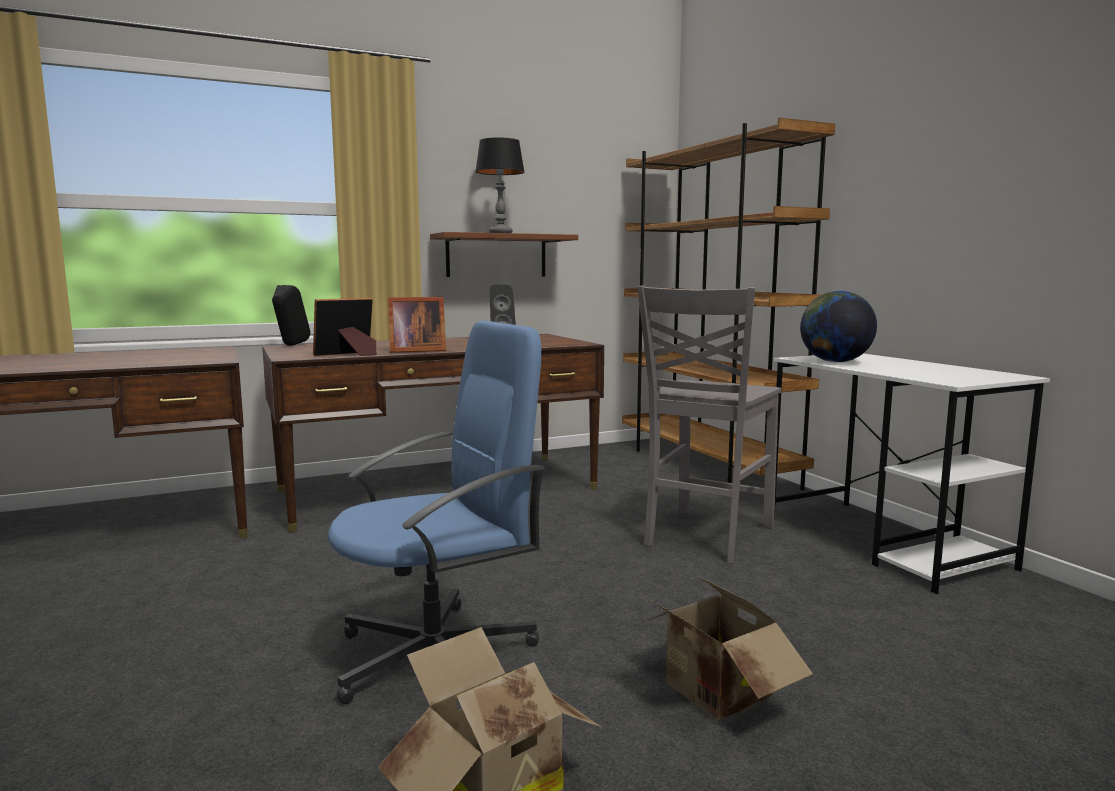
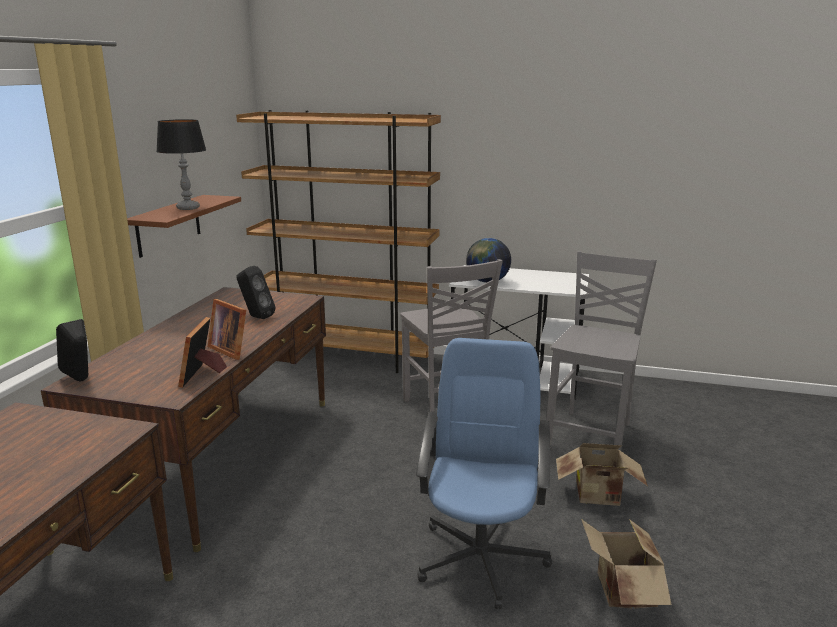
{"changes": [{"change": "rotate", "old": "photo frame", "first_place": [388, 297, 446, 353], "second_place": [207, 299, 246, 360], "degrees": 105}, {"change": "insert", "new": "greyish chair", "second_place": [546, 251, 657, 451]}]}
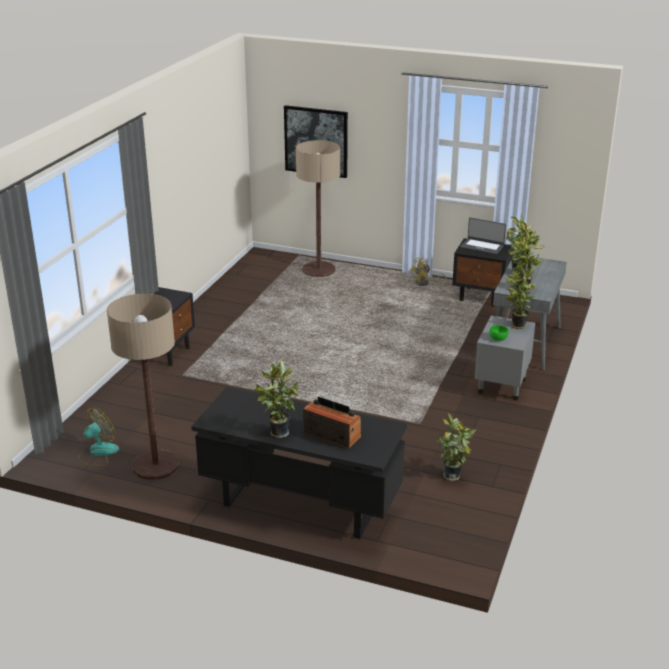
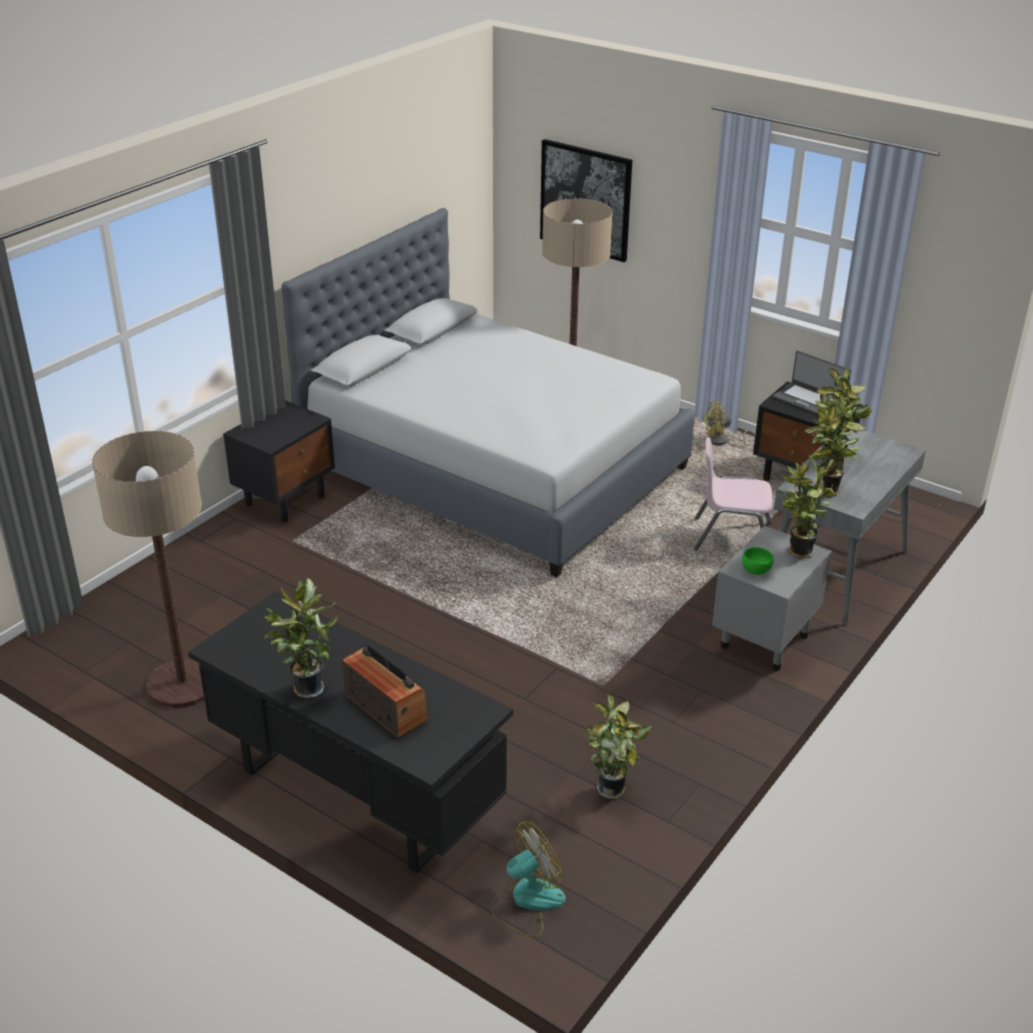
{"changes": [{"change": "move", "old": "fan", "first_place": [78, 408, 119, 466], "second_place": [490, 822, 566, 937]}, {"change": "insert", "new": "greyish sleeping bed", "second_place": [281, 208, 695, 577]}, {"change": "insert", "new": "pinkish chair", "second_place": [694, 437, 773, 551]}]}
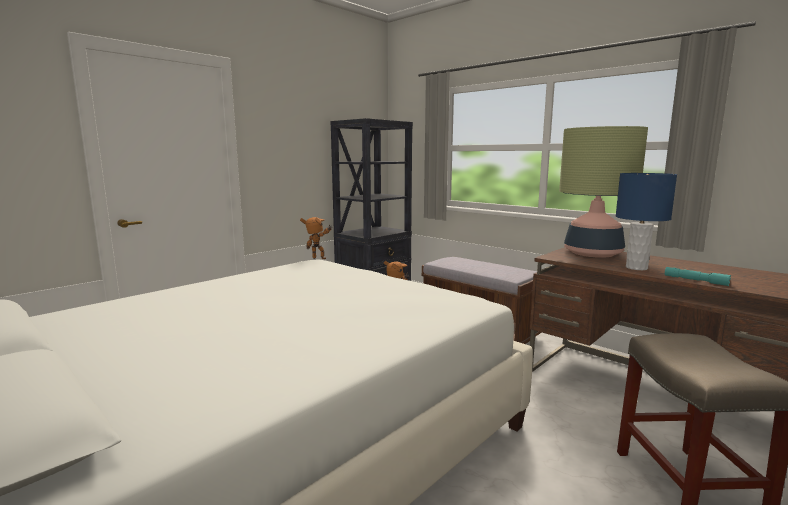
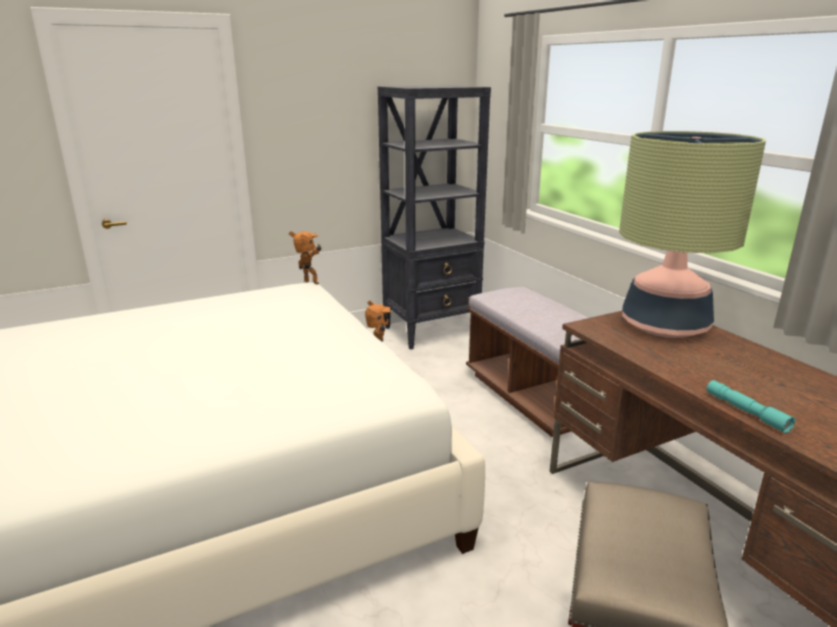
{"changes": [{"change": "delete", "old": "bluish lamp for a table", "first_place": [616, 173, 677, 270]}]}
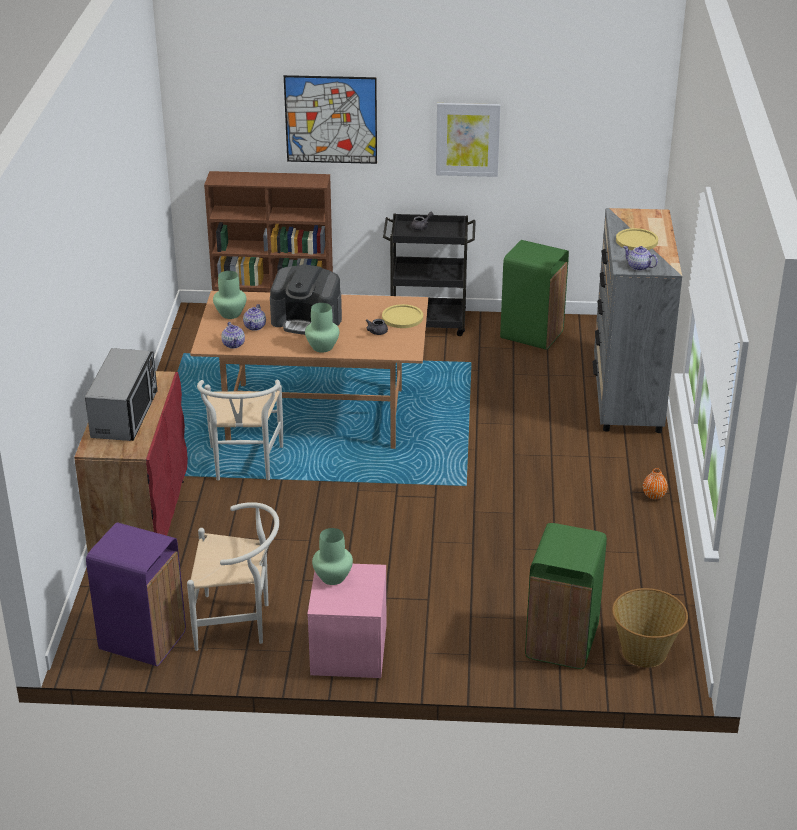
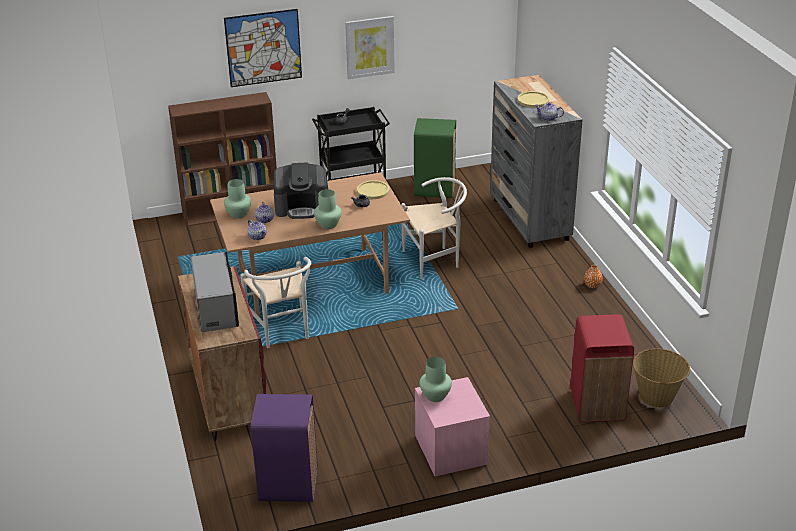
{"changes": [{"change": "move", "old": "whitish chair", "first_place": [187, 502, 279, 651], "second_place": [401, 177, 467, 279]}, {"change": "recolor", "old": "green trash can", "new": "red trash can", "first_place": [525, 523, 607, 669], "second_place": [570, 314, 634, 422]}]}
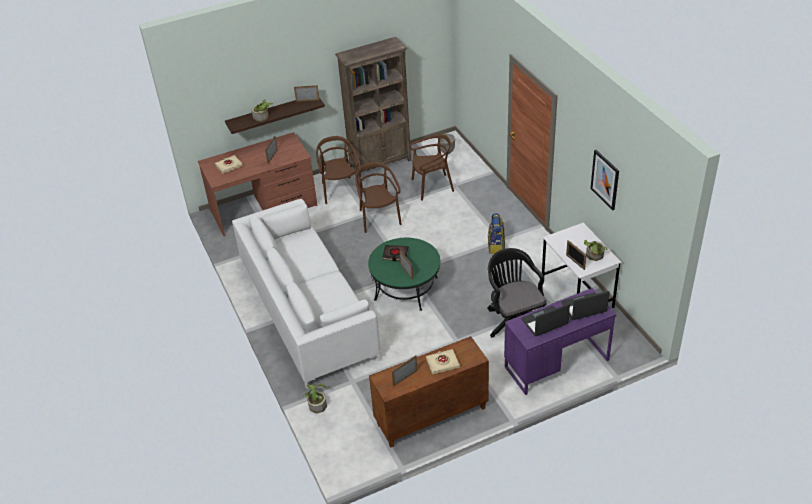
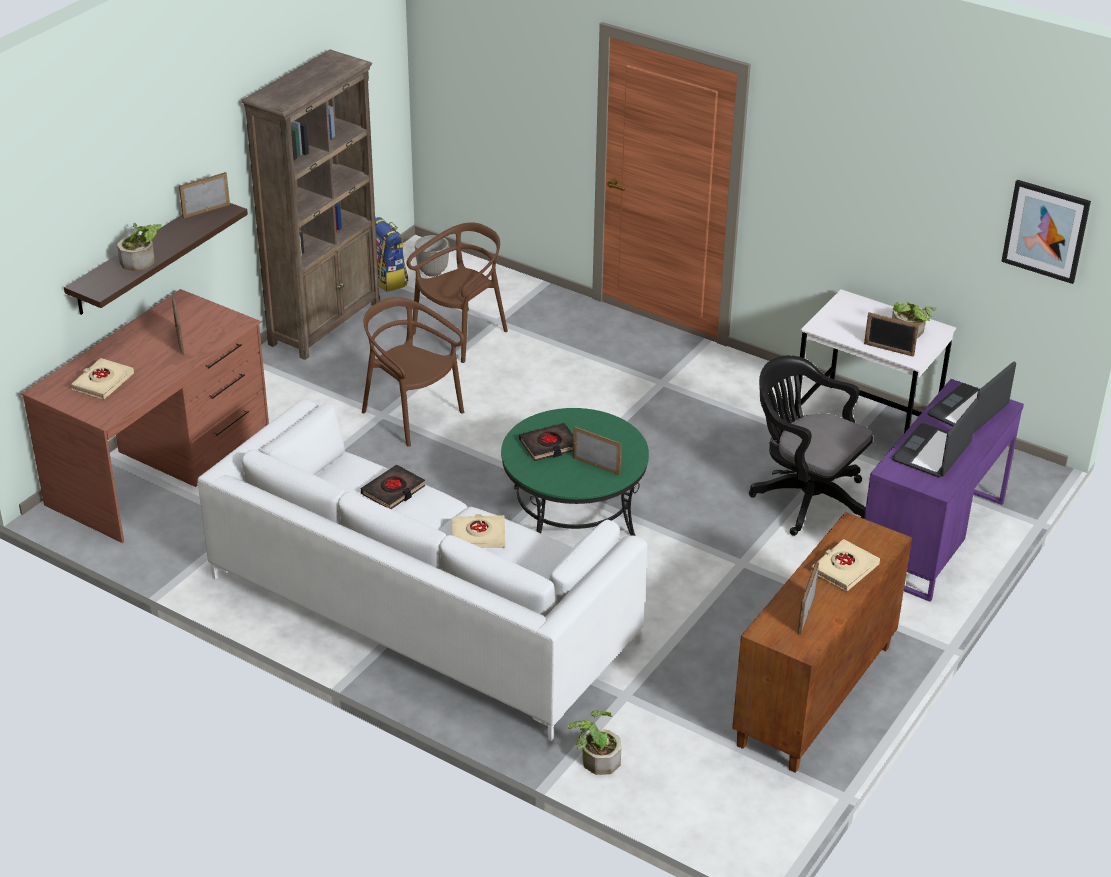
{"changes": [{"change": "delete", "old": "brownish chair", "first_place": [316, 136, 359, 204]}, {"change": "move", "old": "backpack", "first_place": [488, 213, 505, 254], "second_place": [375, 217, 408, 292]}, {"change": "move", "old": "wall picture", "first_place": [590, 150, 619, 210], "second_place": [1001, 180, 1091, 284]}, {"change": "insert", "new": "black book", "second_place": [361, 464, 425, 509]}, {"change": "insert", "new": "sand-coloured book", "second_place": [452, 514, 506, 548]}]}
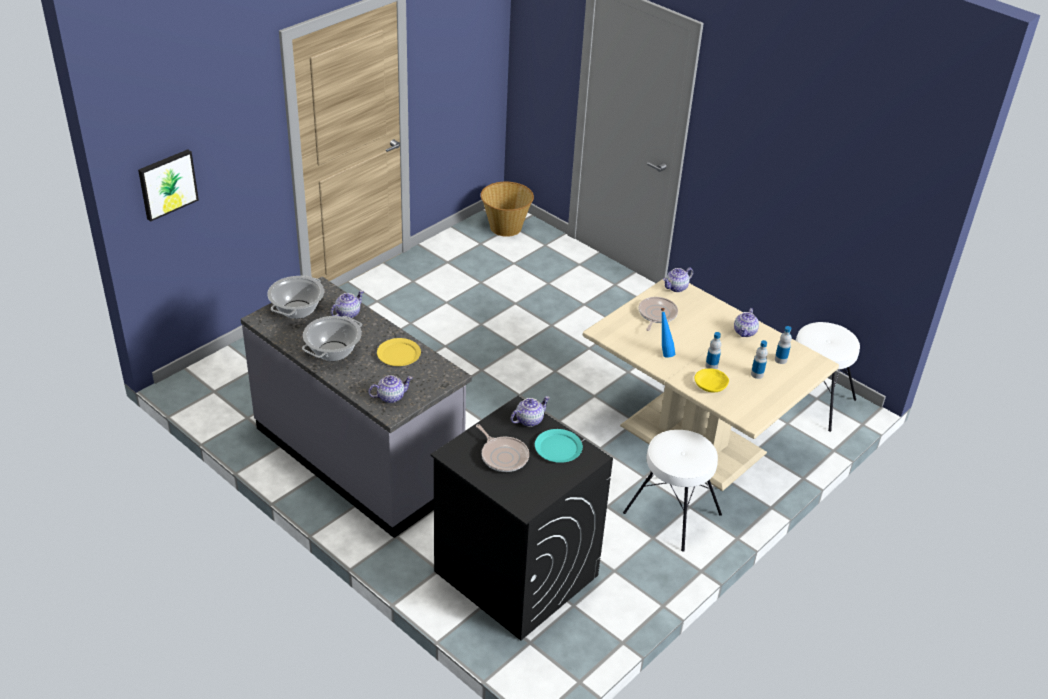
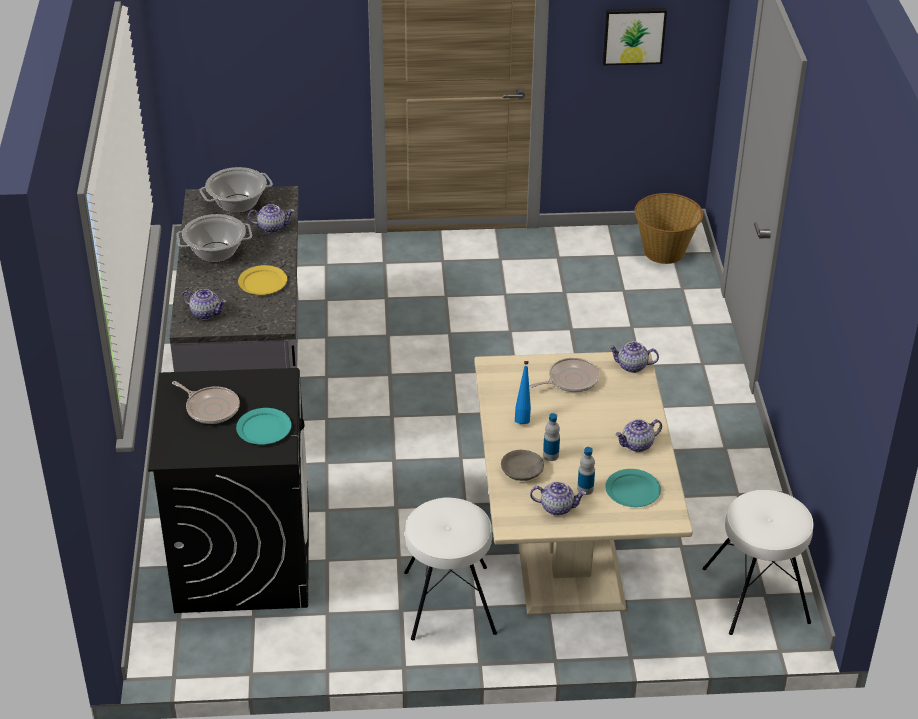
{"changes": [{"change": "move", "old": "wall picture", "first_place": [138, 150, 199, 222], "second_place": [603, 8, 667, 65]}, {"change": "rotate", "old": "pan", "first_place": [476, 424, 529, 472], "second_place": [172, 381, 240, 424], "degrees": -60}, {"change": "move", "old": "pot for tea", "first_place": [510, 396, 550, 427], "second_place": [530, 481, 586, 516]}, {"change": "recolor", "old": "yellowish serving bowl", "new": "greyish serving bowl", "first_place": [695, 368, 729, 393], "second_place": [501, 450, 544, 481]}, {"change": "replace", "old": "drink bottle", "new": "turquoise plate", "first_place": [775, 326, 792, 364], "second_place": [605, 469, 661, 507]}]}
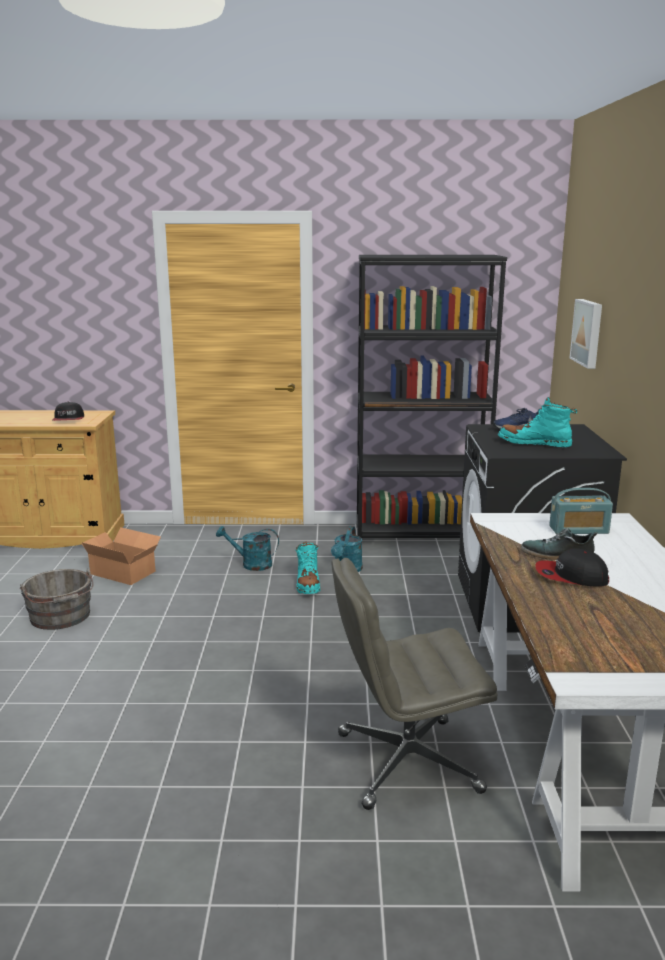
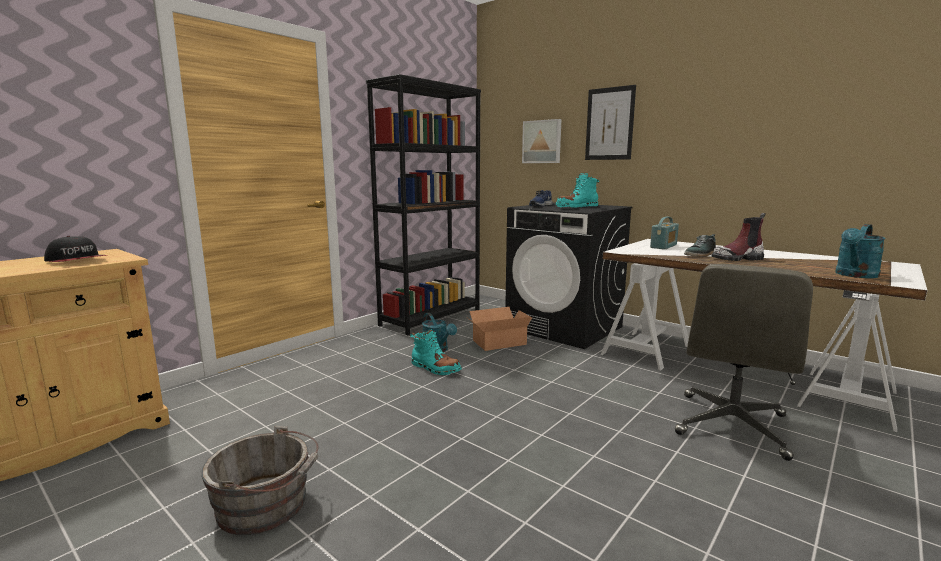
{"changes": [{"change": "move", "old": "cardboard box", "first_place": [81, 528, 161, 585], "second_place": [468, 307, 532, 351]}, {"change": "move", "old": "turquoise watering can", "first_place": [216, 526, 279, 571], "second_place": [835, 224, 886, 278]}, {"change": "replace", "old": "baseball cap", "new": "high-top boot", "first_place": [535, 548, 609, 587], "second_place": [712, 213, 766, 261]}, {"change": "insert", "new": "wall picture", "second_place": [585, 85, 636, 160]}]}
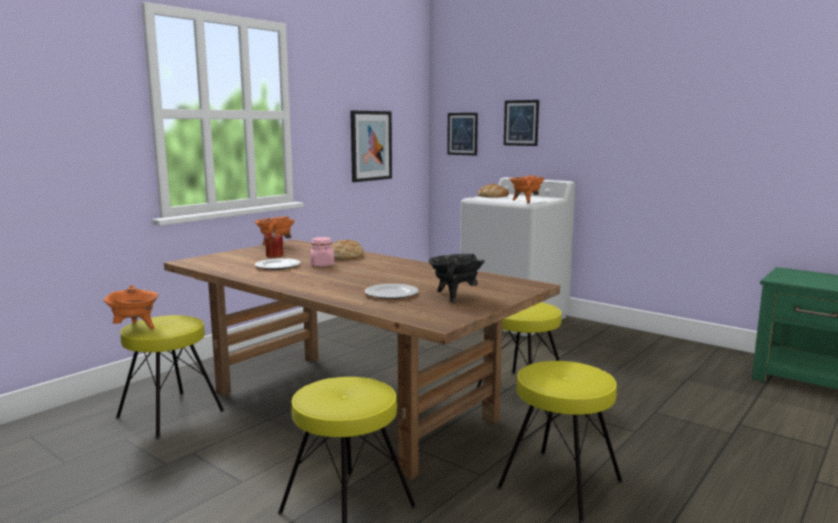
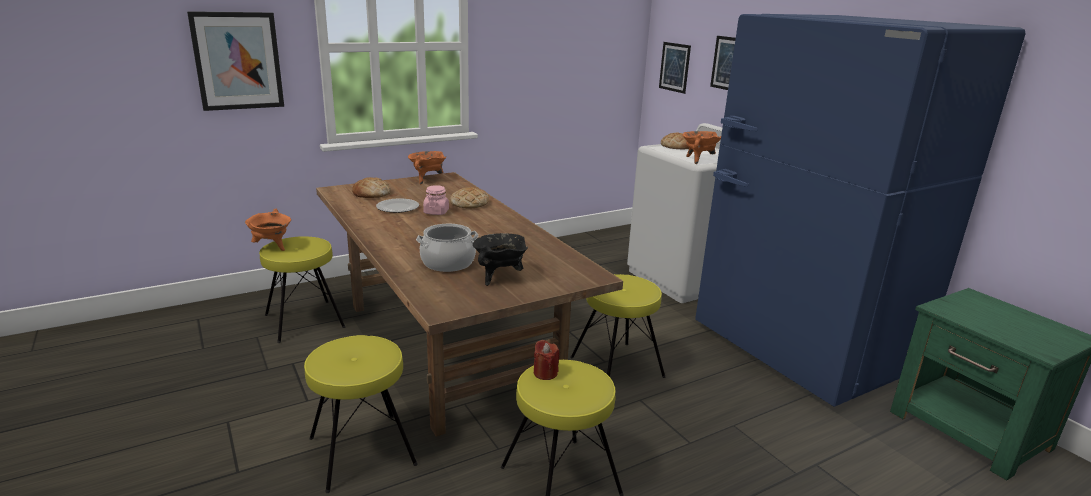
{"changes": [{"change": "move", "old": "red wax light", "first_place": [265, 231, 283, 258], "second_place": [534, 340, 559, 380]}, {"change": "move", "old": "wall picture", "first_place": [350, 111, 392, 182], "second_place": [187, 11, 284, 111]}, {"change": "replace", "old": "plate", "new": "saucepot", "first_place": [365, 284, 419, 299], "second_place": [416, 224, 478, 272]}, {"change": "insert", "new": "baked bread", "second_place": [352, 177, 391, 198]}, {"change": "insert", "new": "bluish fridge", "second_place": [695, 14, 1026, 407]}]}
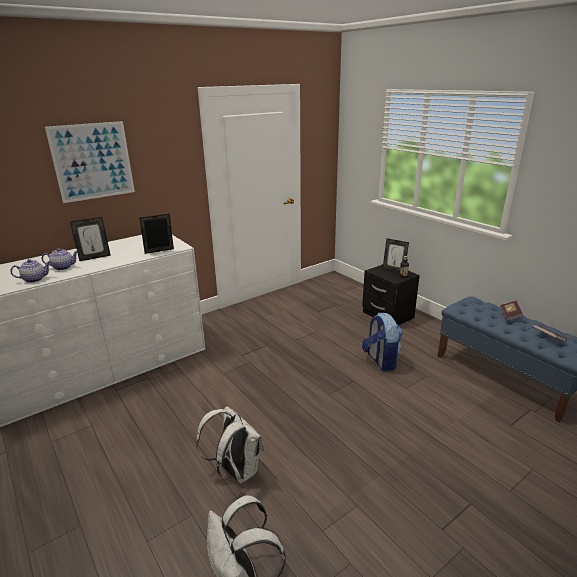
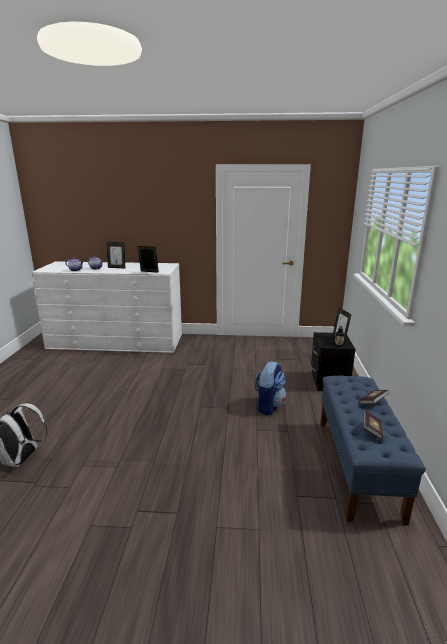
{"changes": [{"change": "delete", "old": "wall picture", "first_place": [45, 121, 135, 203]}, {"change": "delete", "old": "whitish backpack", "first_place": [196, 406, 264, 483]}]}
